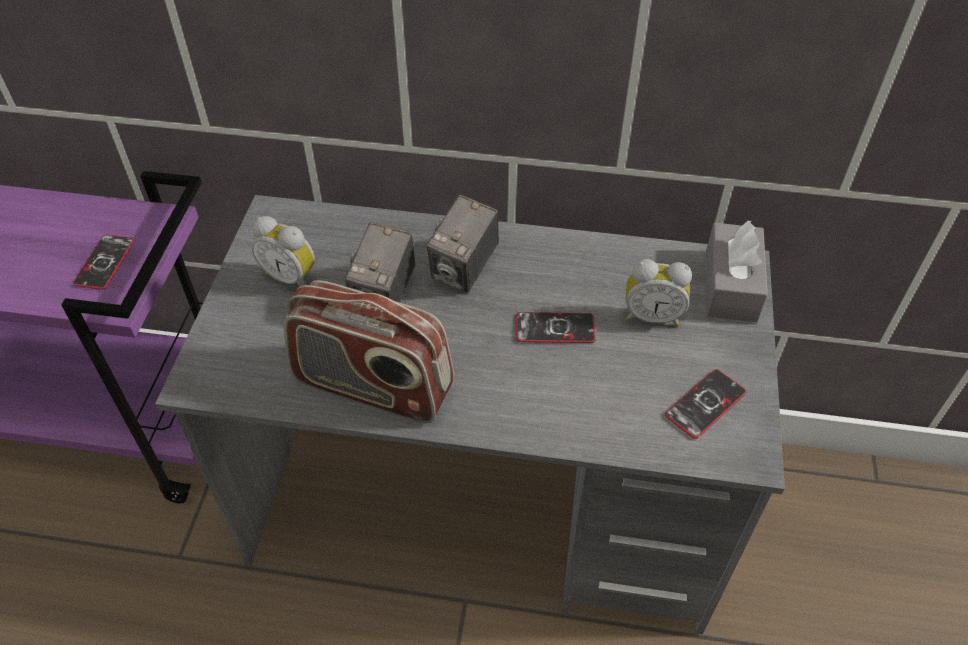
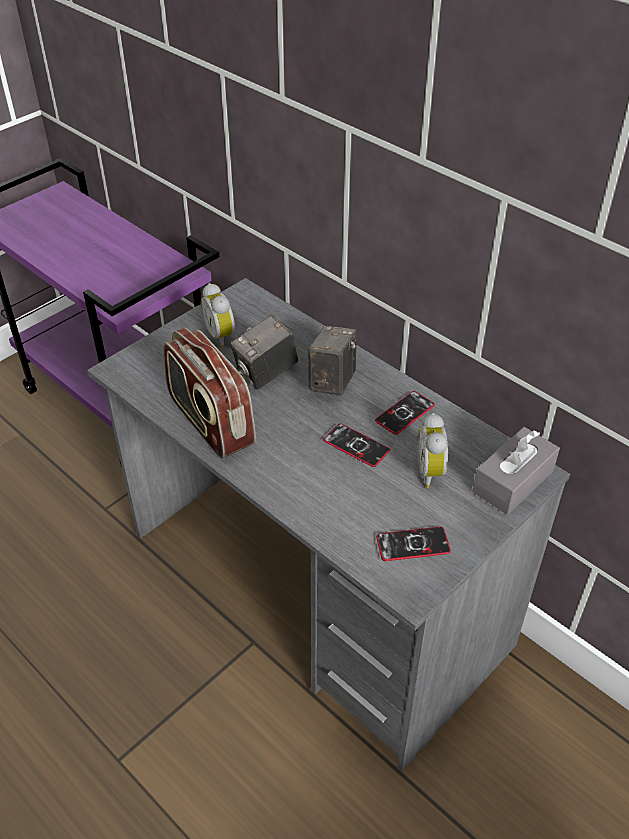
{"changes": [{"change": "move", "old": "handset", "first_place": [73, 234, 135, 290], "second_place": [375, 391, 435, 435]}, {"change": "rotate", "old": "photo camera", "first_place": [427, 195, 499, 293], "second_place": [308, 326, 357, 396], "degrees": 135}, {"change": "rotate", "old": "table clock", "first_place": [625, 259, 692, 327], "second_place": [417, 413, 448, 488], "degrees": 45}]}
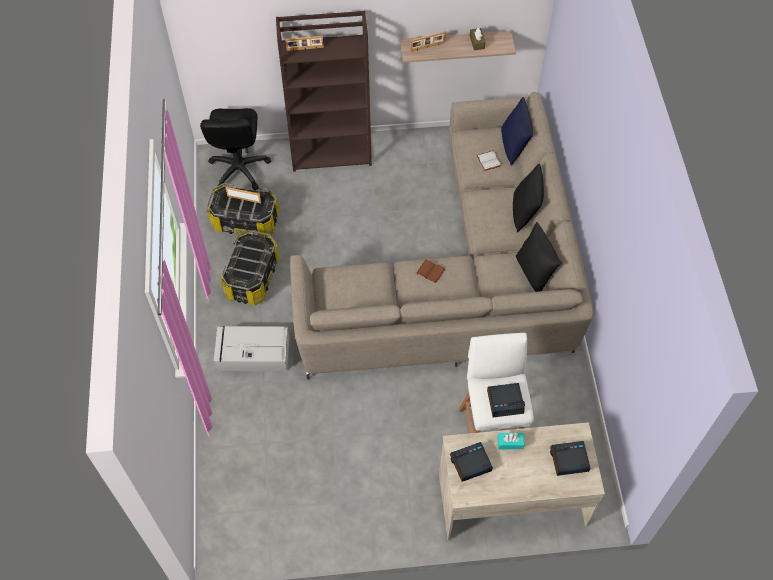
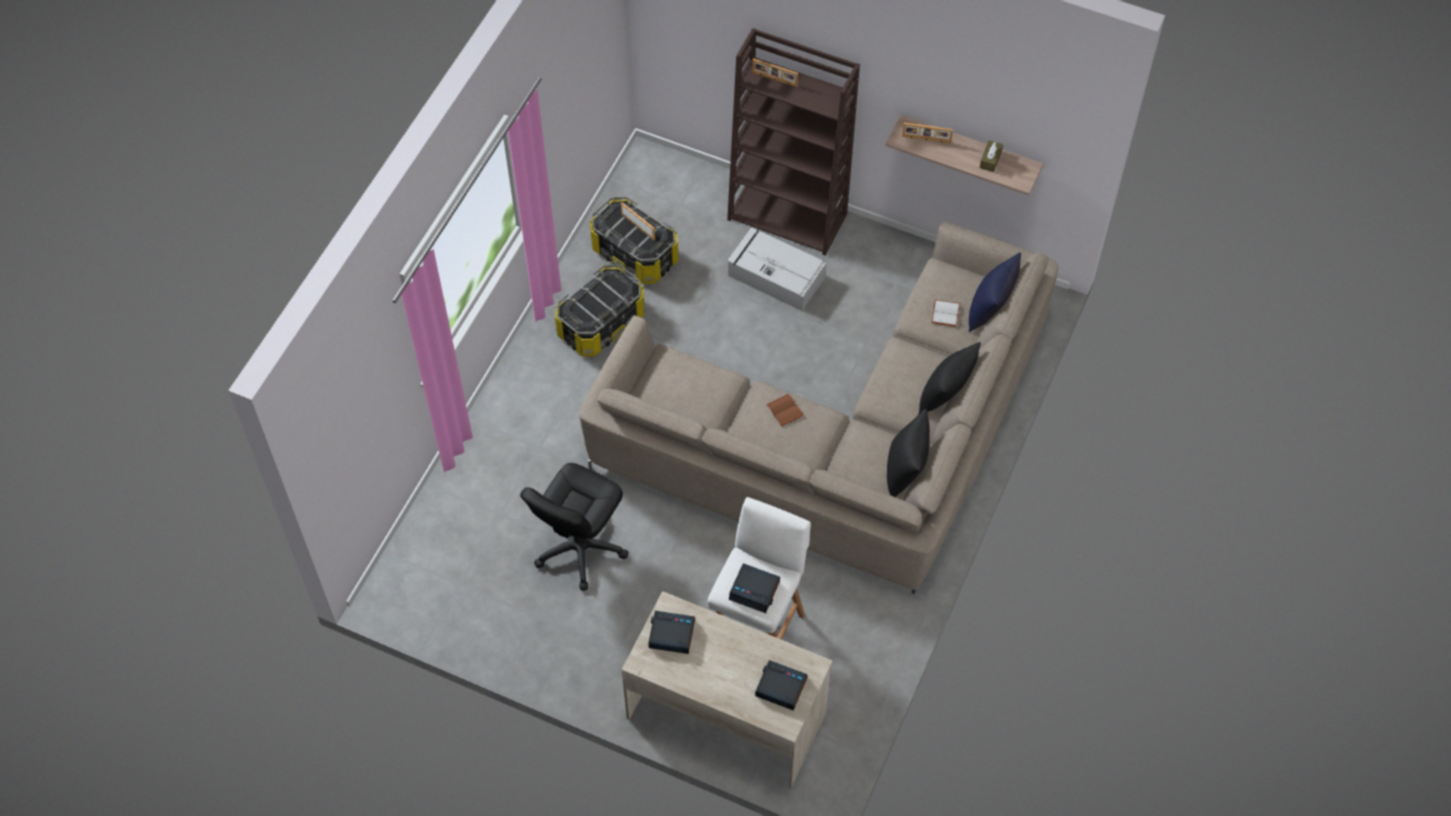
{"changes": [{"change": "move", "old": "black desk chair", "first_place": [200, 108, 271, 190], "second_place": [520, 463, 629, 591]}, {"change": "move", "old": "greyish storage bin", "first_place": [214, 326, 289, 371], "second_place": [727, 227, 826, 311]}, {"change": "delete", "old": "turquoise tissue holder", "first_place": [497, 433, 524, 449]}]}
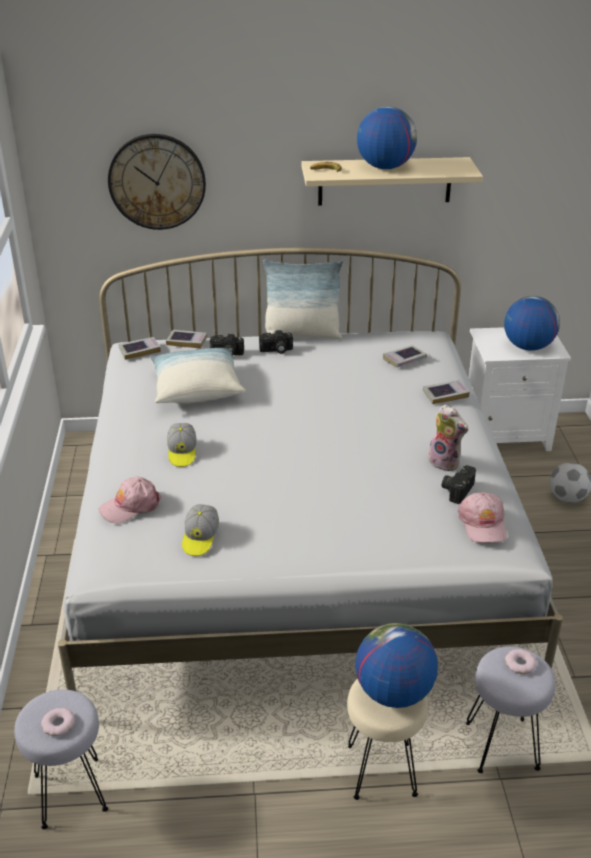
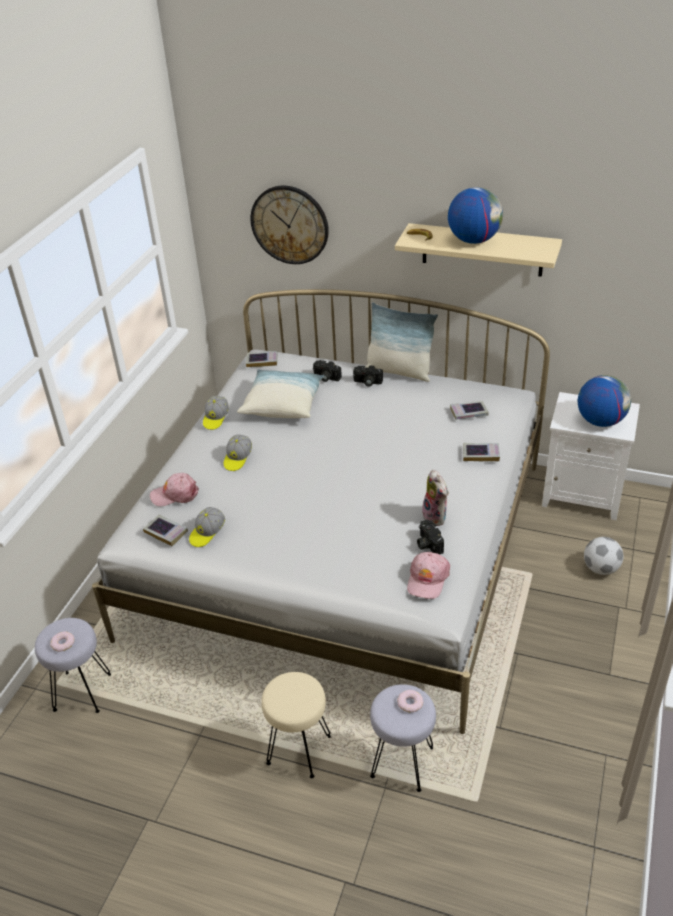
{"changes": [{"change": "move", "old": "book", "first_place": [166, 330, 207, 348], "second_place": [143, 514, 188, 546]}, {"change": "delete", "old": "world globe", "first_place": [355, 623, 438, 708]}, {"change": "rotate", "old": "photo camera", "first_place": [442, 465, 476, 504], "second_place": [417, 519, 444, 555], "degrees": -75}, {"change": "insert", "new": "baseball cap", "second_place": [203, 396, 229, 430]}]}
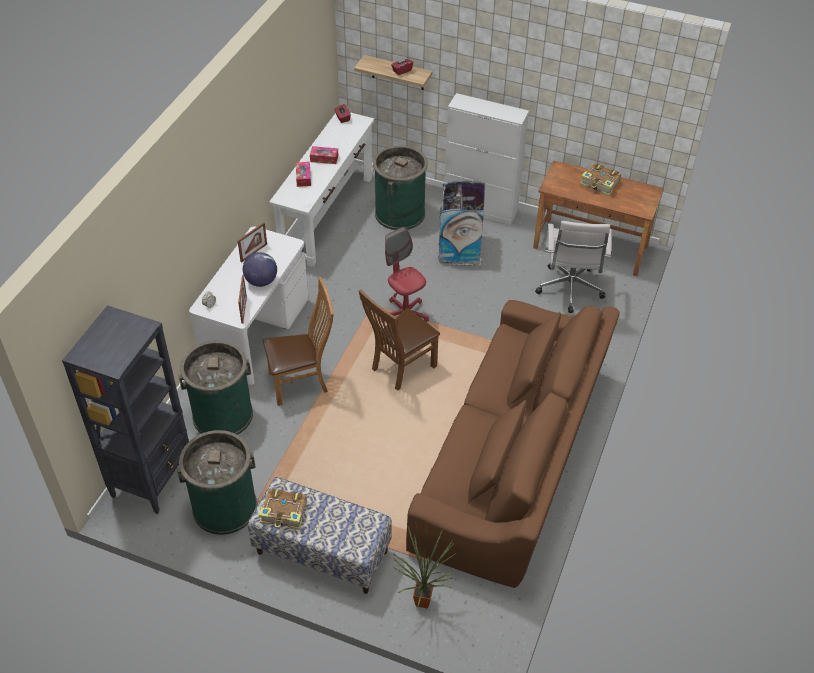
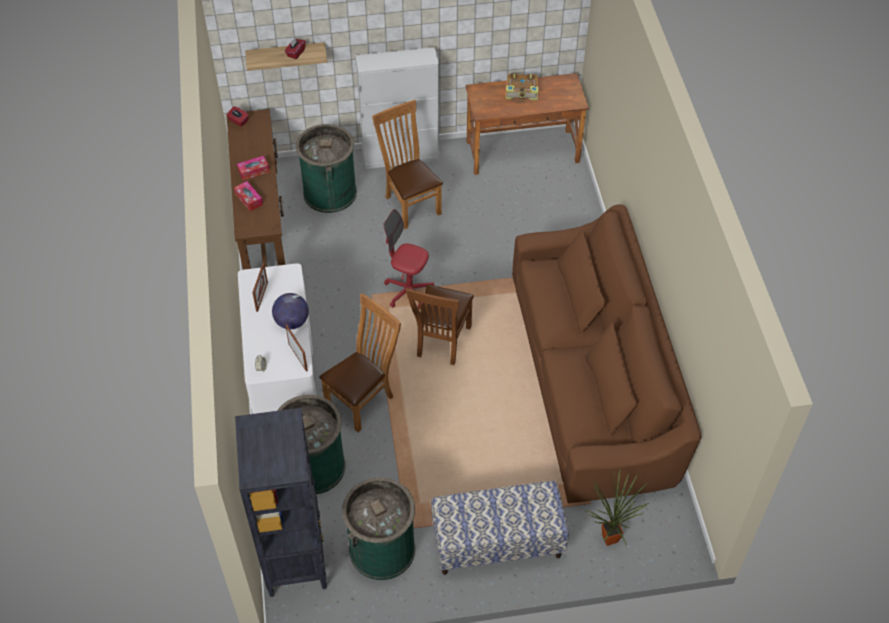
{"changes": [{"change": "delete", "old": "book", "first_place": [259, 488, 307, 530]}, {"change": "recolor", "old": "whitish console table", "new": "brownish console table", "first_place": [269, 112, 374, 267], "second_place": [227, 109, 286, 270]}, {"change": "replace", "old": "trash can", "new": "brownish chair", "first_place": [438, 181, 485, 266], "second_place": [372, 100, 443, 229]}, {"change": "delete", "old": "whitish desk chair", "first_place": [535, 221, 611, 313]}]}
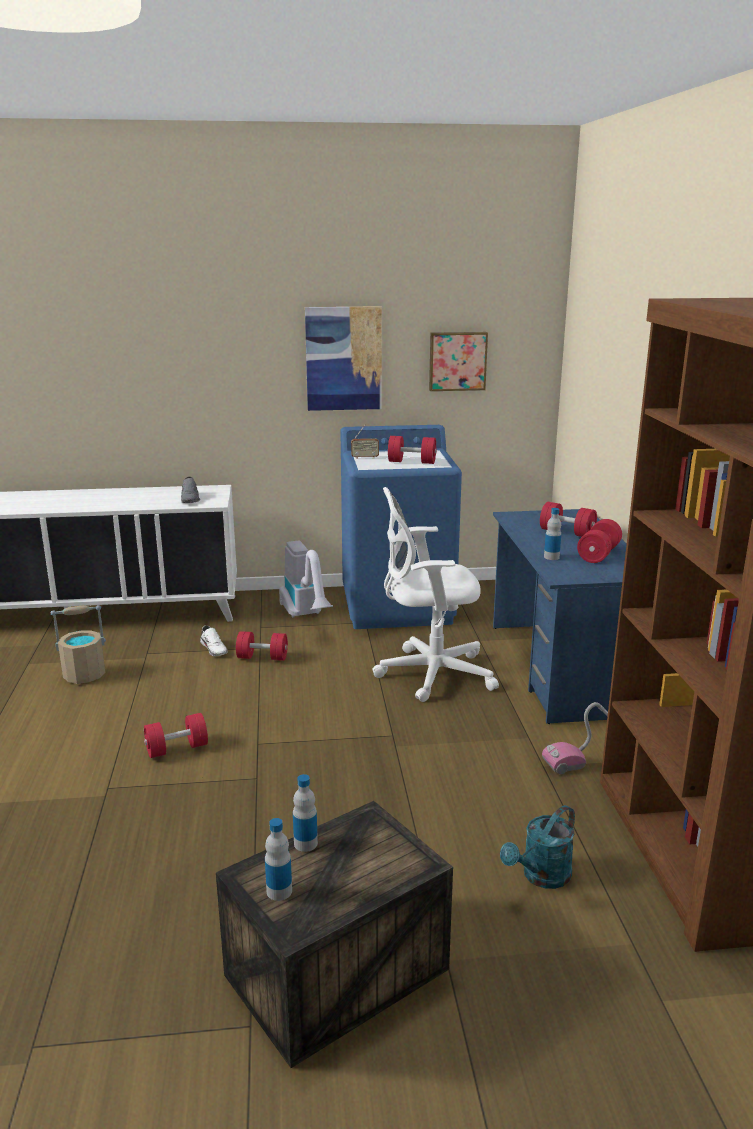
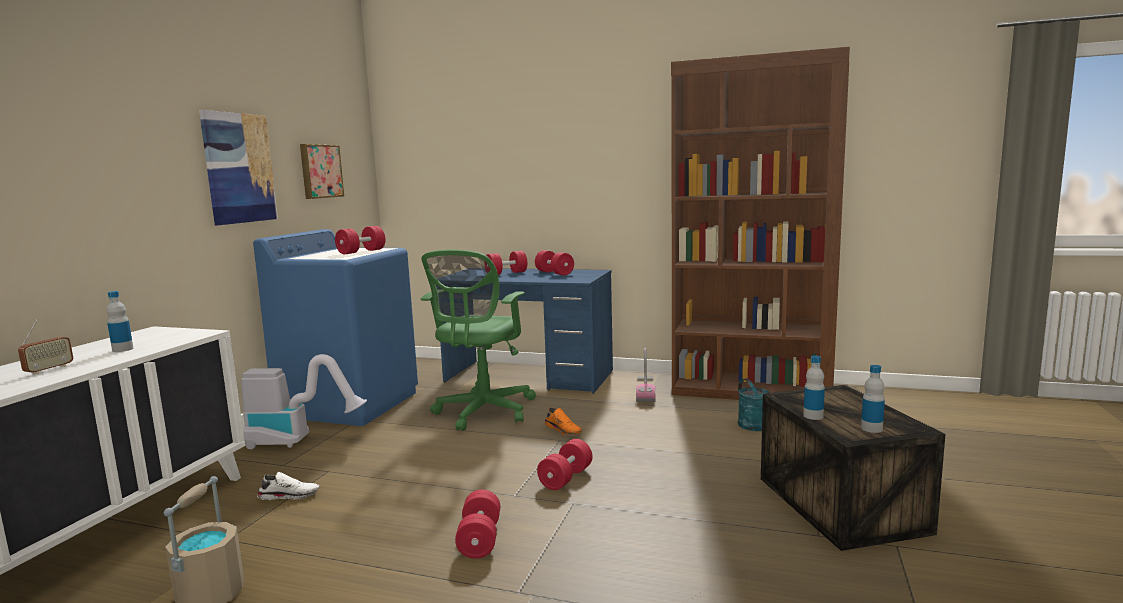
{"changes": [{"change": "delete", "old": "greyish item of footwear", "first_place": [181, 476, 200, 503]}, {"change": "move", "old": "red dumbbell", "first_place": [236, 631, 288, 661], "second_place": [537, 439, 593, 490]}, {"change": "move", "old": "radio", "first_place": [351, 424, 379, 459], "second_place": [18, 319, 73, 374]}, {"change": "recolor", "old": "whitish desk chair", "new": "green desk chair", "first_place": [373, 487, 499, 702], "second_place": [421, 250, 536, 431]}, {"change": "move", "old": "drink bottle", "first_place": [544, 508, 561, 560], "second_place": [106, 291, 133, 352]}, {"change": "insert", "new": "orangey item of footwear", "second_place": [545, 407, 582, 436]}]}
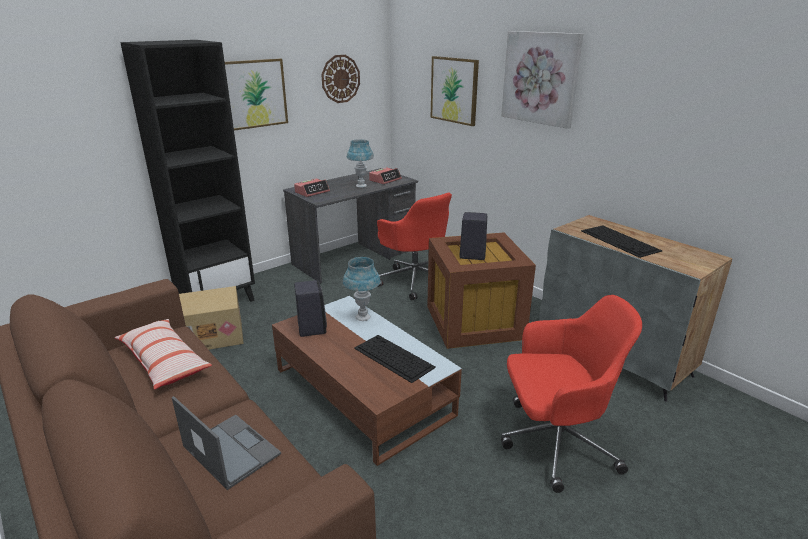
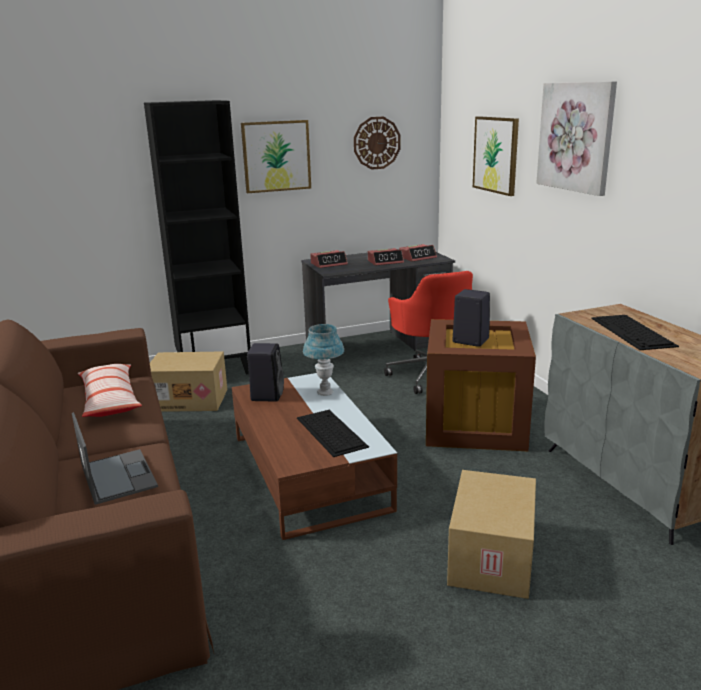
{"changes": [{"change": "replace", "old": "bluish lamp for a table", "new": "table clock", "first_place": [347, 139, 374, 188], "second_place": [368, 248, 404, 266]}, {"change": "replace", "old": "red desk chair", "new": "cardboard box", "first_place": [501, 295, 642, 493], "second_place": [447, 470, 536, 599]}]}
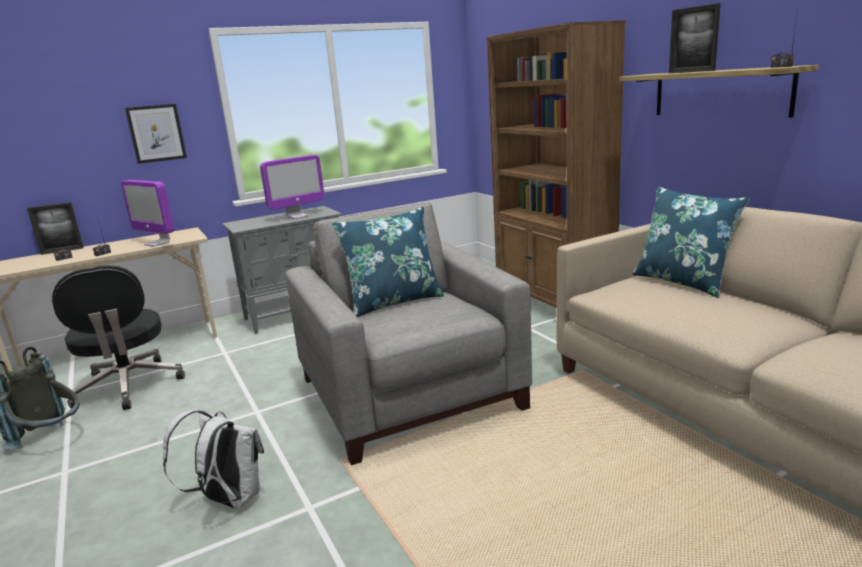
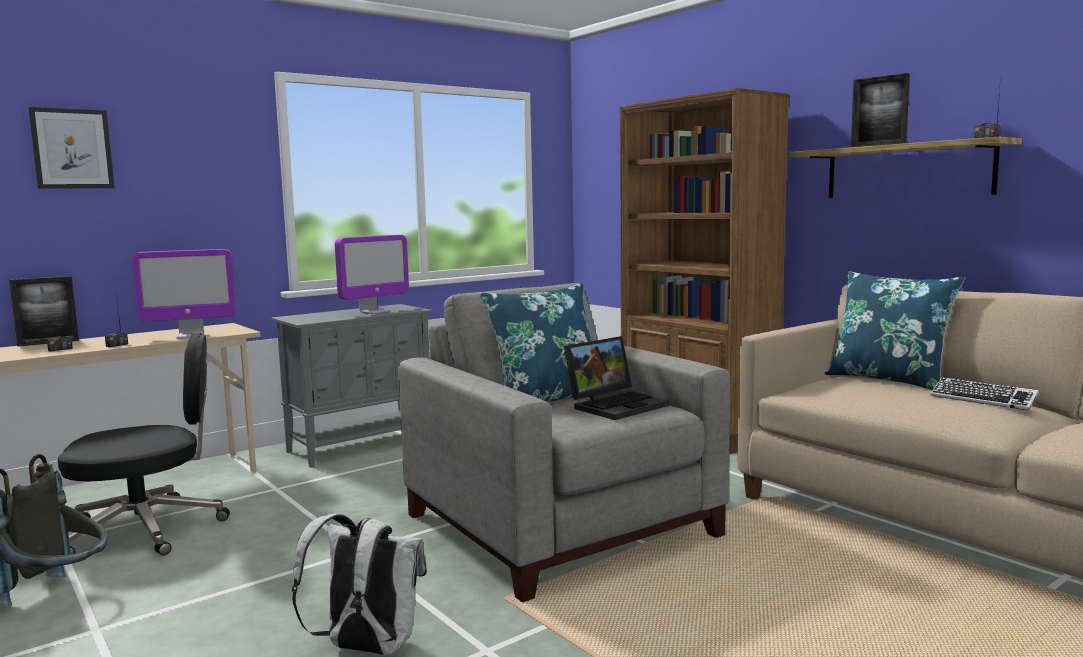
{"changes": [{"change": "rotate", "old": "black desk chair", "first_place": [52, 265, 185, 410], "second_place": [58, 333, 230, 556], "degrees": -75}, {"change": "rotate", "old": "computer screen", "first_place": [121, 180, 174, 247], "second_place": [132, 249, 236, 339], "degrees": -45}, {"change": "move", "old": "wall picture", "first_place": [125, 104, 187, 164], "second_place": [28, 107, 115, 189]}, {"change": "insert", "new": "laptop", "second_place": [564, 336, 669, 420]}, {"change": "insert", "new": "PC keyboard", "second_place": [930, 377, 1039, 411]}]}
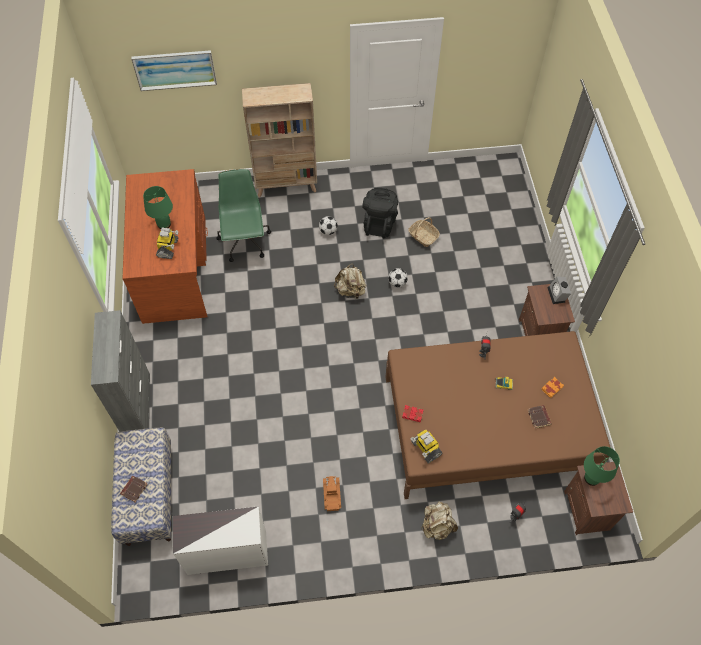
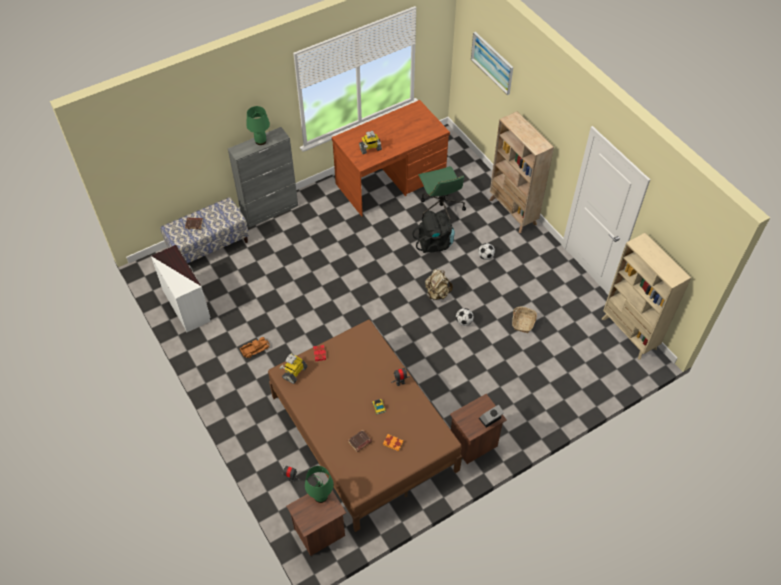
{"changes": [{"change": "move", "old": "green lamp for a table", "first_place": [143, 186, 173, 229], "second_place": [246, 106, 270, 145]}, {"change": "rotate", "old": "green desk chair", "first_place": [216, 169, 271, 262], "second_place": [418, 166, 466, 226], "degrees": 105}, {"change": "move", "old": "black backpack", "first_place": [362, 188, 398, 239], "second_place": [412, 211, 455, 253]}, {"change": "delete", "old": "sand-coloured backpack", "first_place": [421, 502, 458, 540]}, {"change": "insert", "new": "sand-coloured bookshelf", "second_place": [602, 233, 691, 360]}]}
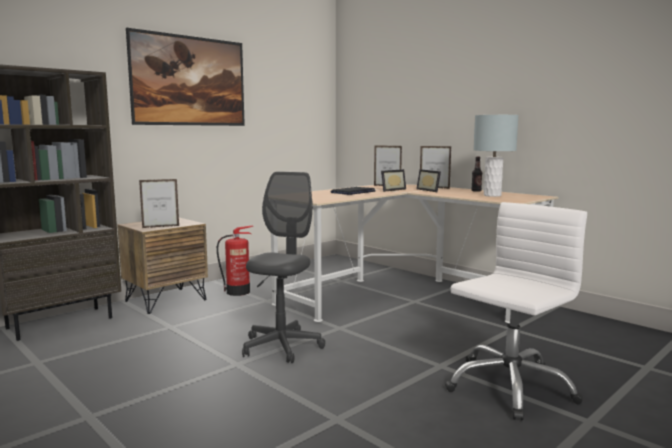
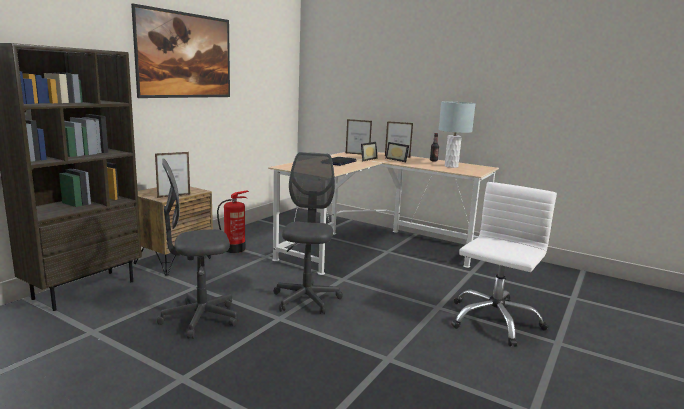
{"changes": [{"change": "insert", "new": "greyish desk chair", "second_place": [157, 158, 237, 339]}]}
